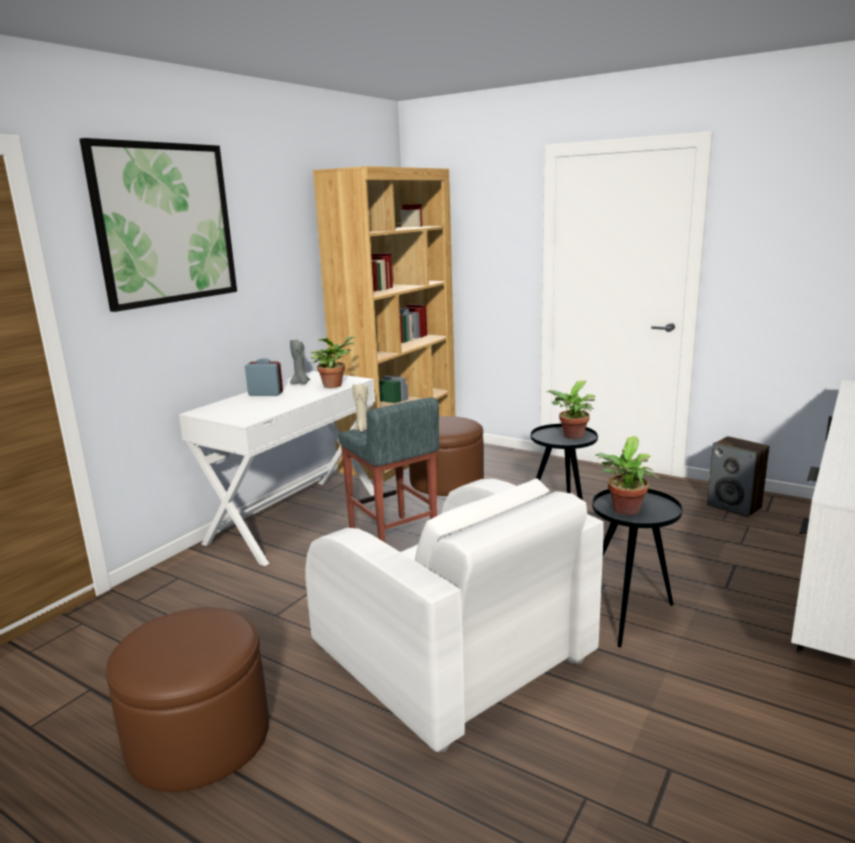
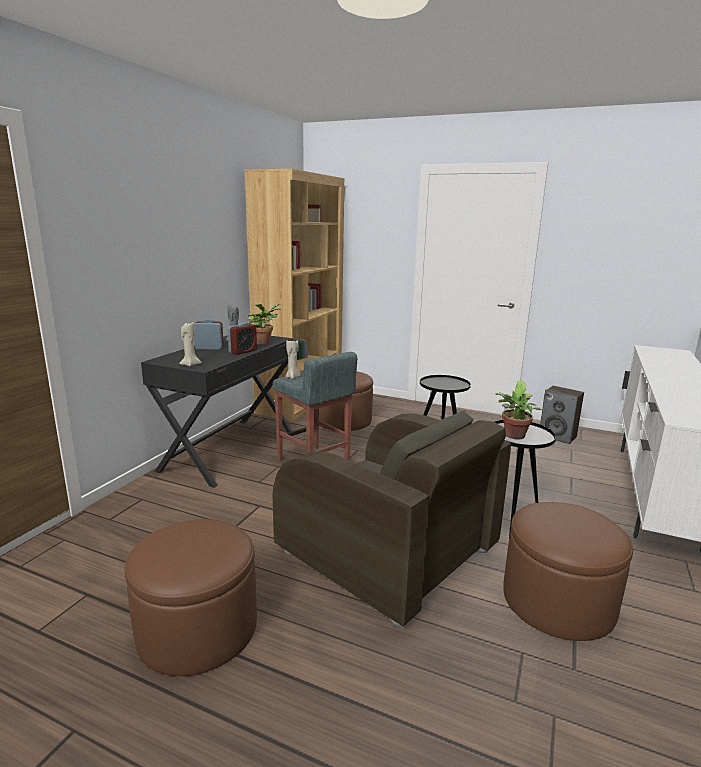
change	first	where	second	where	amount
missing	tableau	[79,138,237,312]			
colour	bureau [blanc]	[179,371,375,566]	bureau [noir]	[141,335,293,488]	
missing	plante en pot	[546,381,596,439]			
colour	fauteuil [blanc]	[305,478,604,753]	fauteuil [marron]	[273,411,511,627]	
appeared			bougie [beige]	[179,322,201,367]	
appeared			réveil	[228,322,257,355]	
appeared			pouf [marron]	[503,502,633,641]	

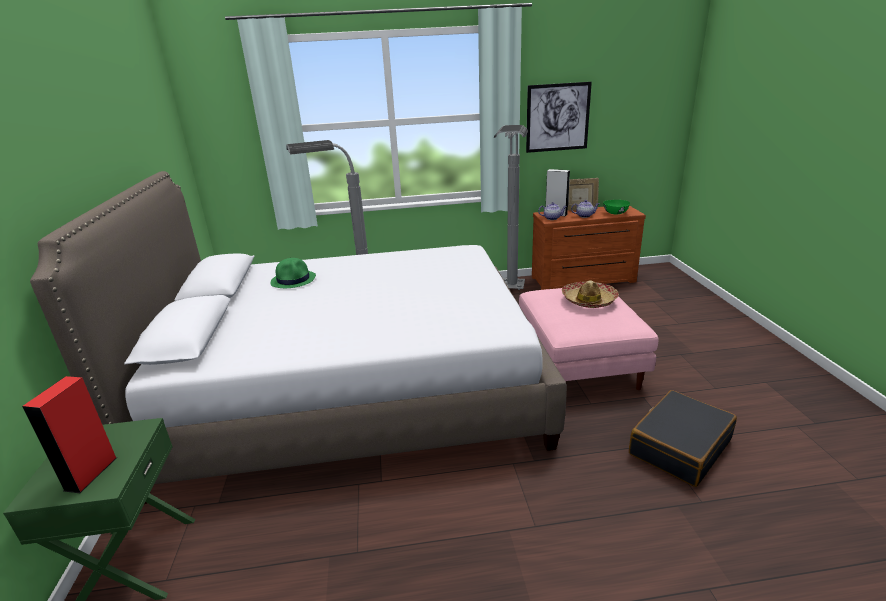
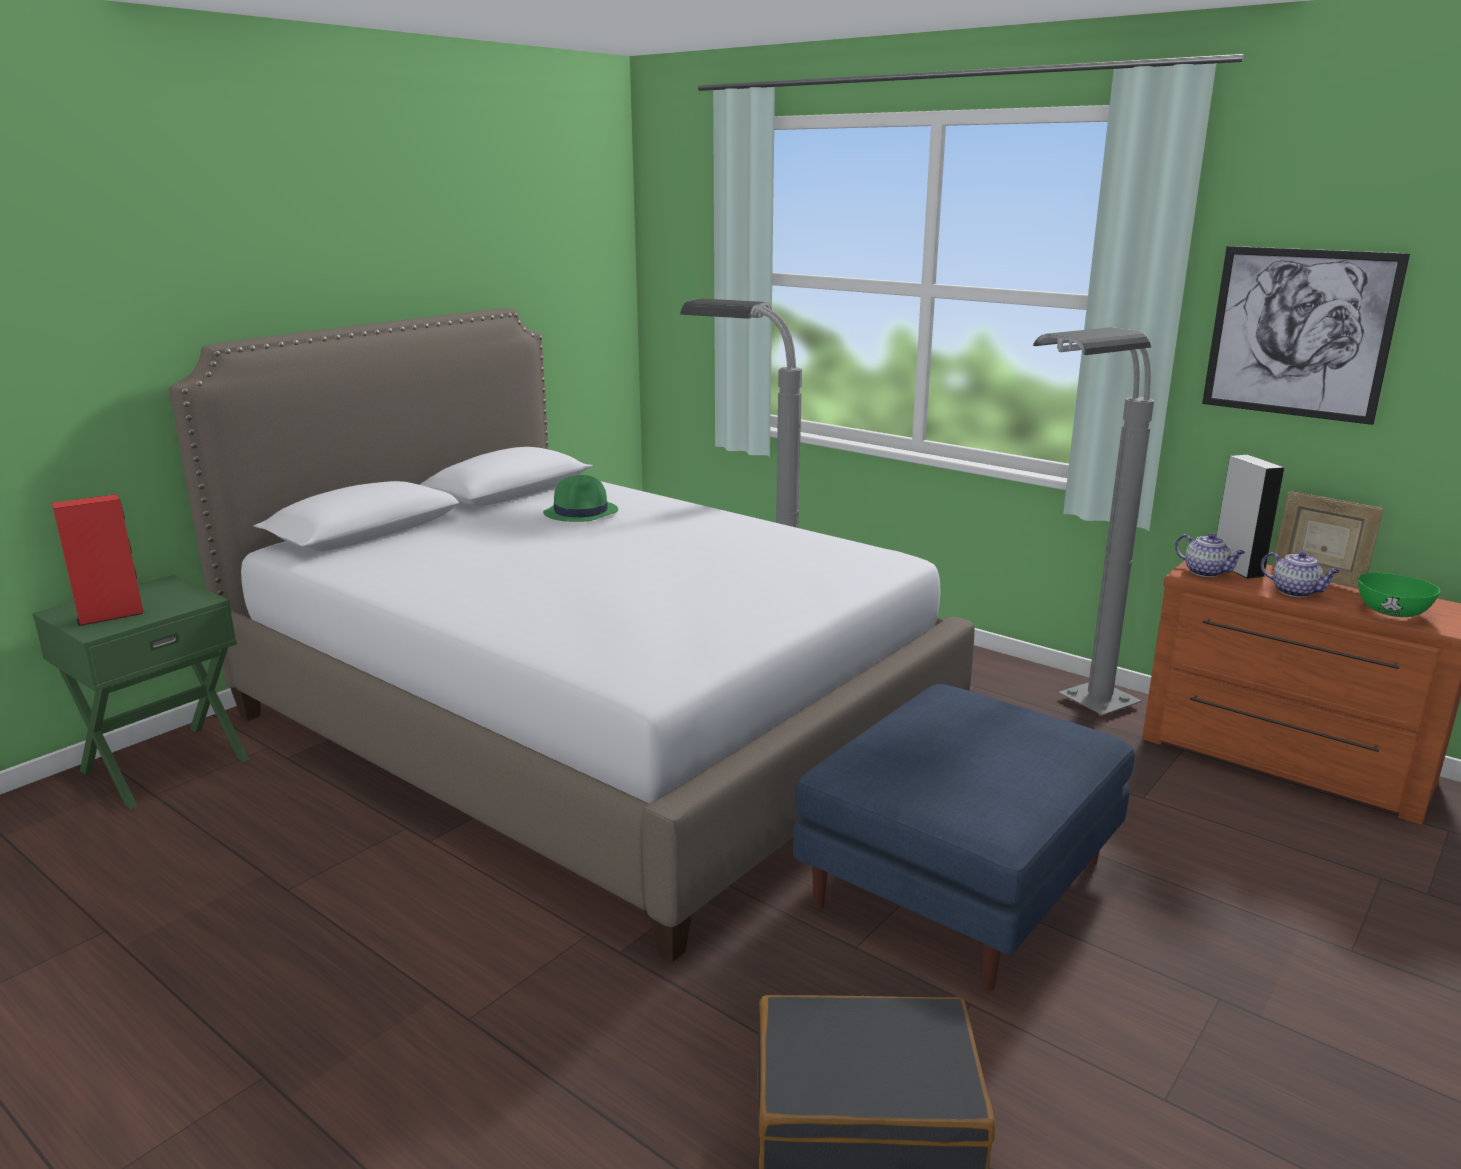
change	first	where	second	where	amount
missing	chapeau	[562,280,619,308]			
colour	pouf [rose]	[519,288,659,390]	pouf [bleu]	[793,684,1135,991]	

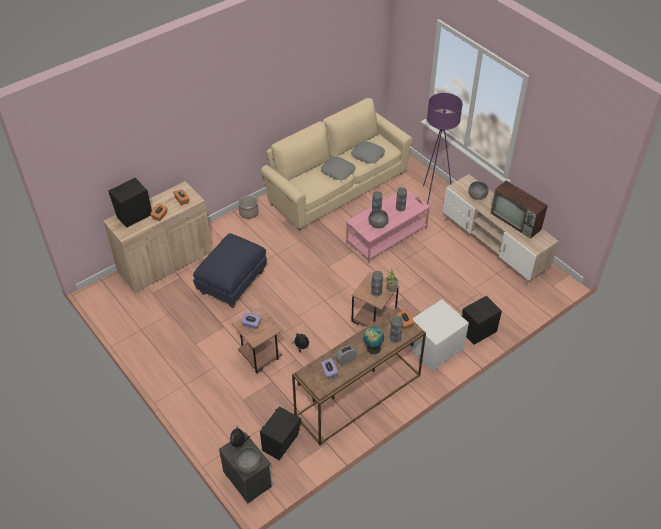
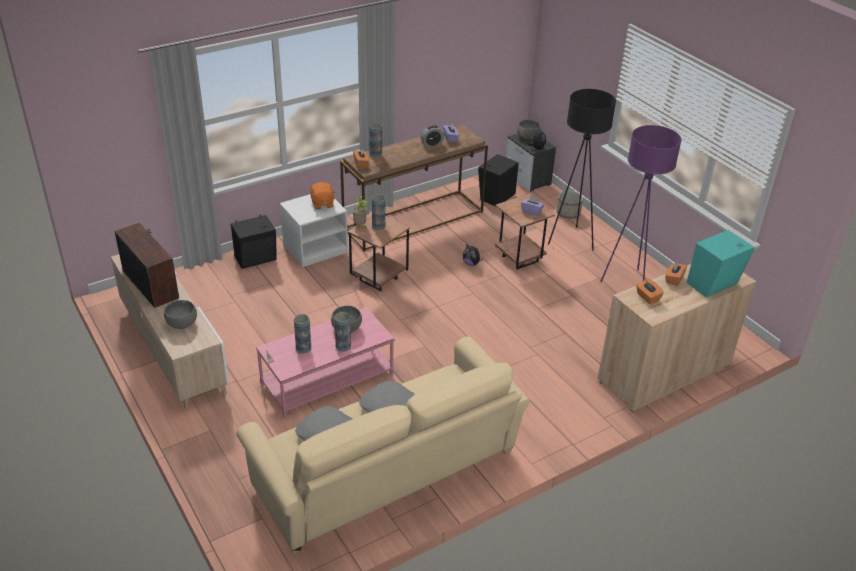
change	first	where	second	where	amount
relocated	lampadaire [violet]	[423,93,463,204]		[600,125,682,282]	
colour	enceinte [noir]	[109,178,152,228]	enceinte [turquoise]	[687,230,755,297]	
relocated	cache-pot	[238,195,259,219]		[557,191,583,219]	
missing	pouf [bleu]	[193,233,267,308]			
missing	globe	[363,327,384,354]			
appeared			lampadaire [noir]	[548,89,616,251]	
appeared			peluche [orange]	[310,182,335,209]	

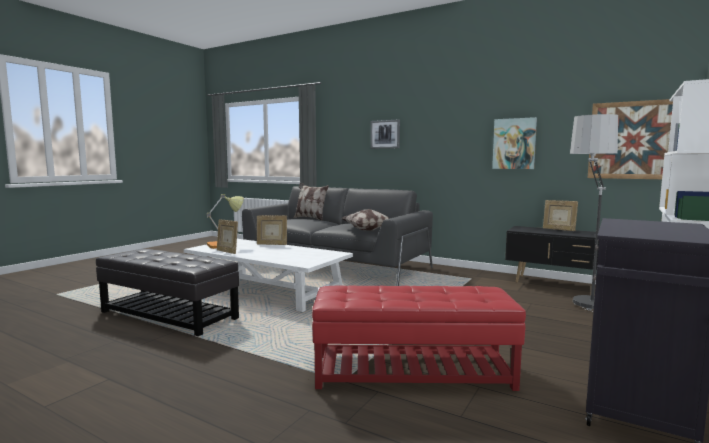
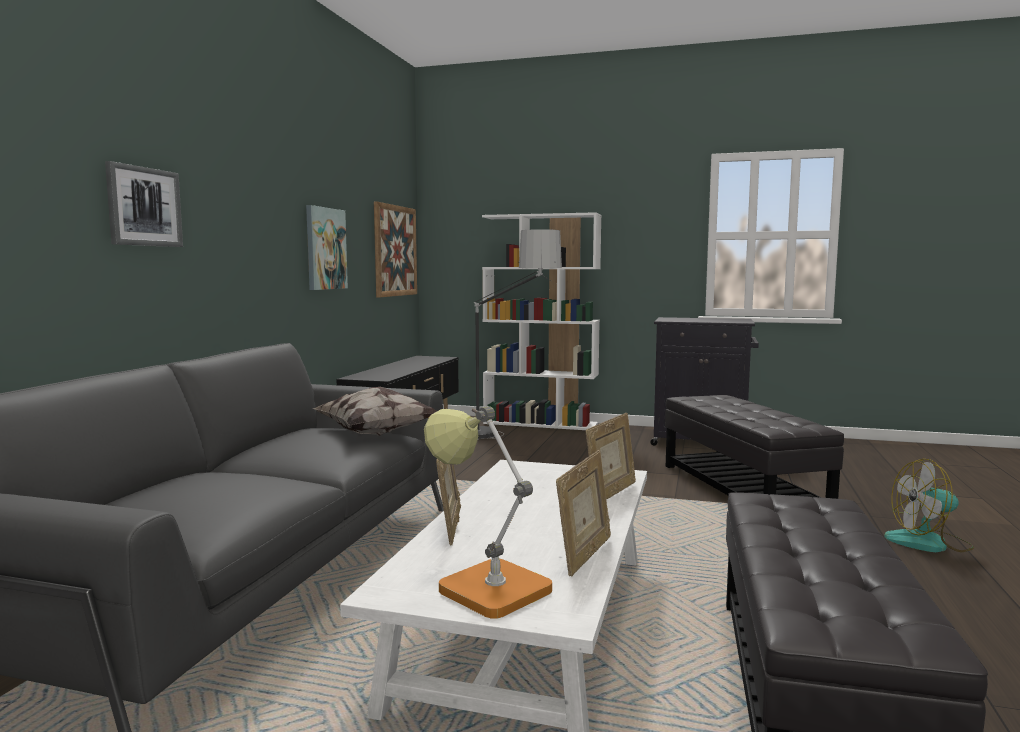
change	first	where	second	where	amount
missing	coussin	[294,183,329,220]			
relocated	cadre photo	[543,200,578,231]		[586,413,636,499]	
colour	pouf [rouge]	[312,285,526,391]	pouf [noir]	[665,395,844,499]	
appeared			ventilateur	[884,459,974,552]	

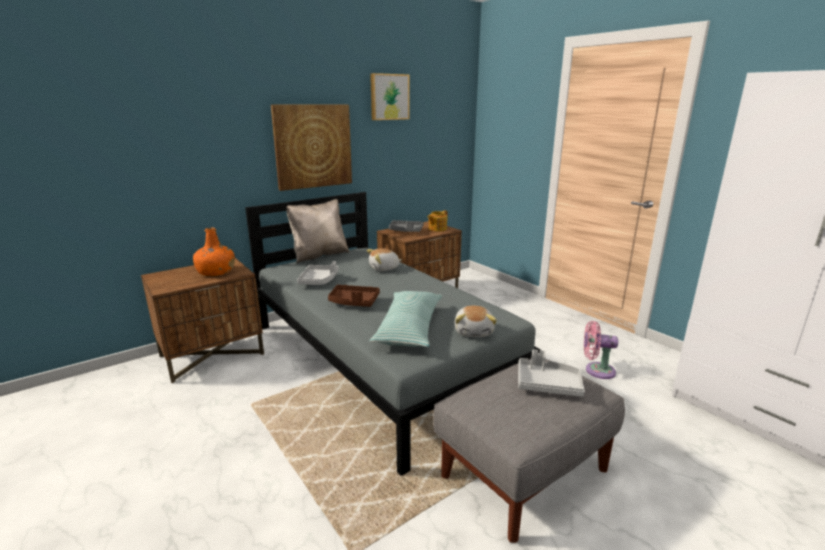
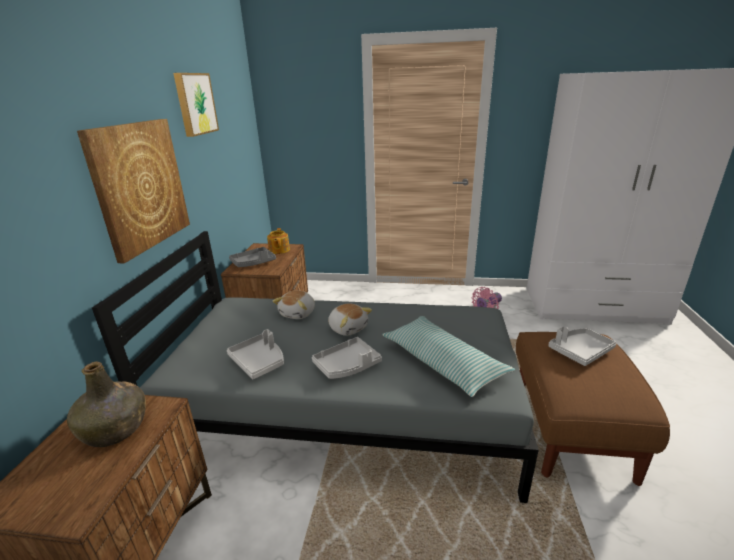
change	first	where	second	where	amount
missing	coussin [beige]	[286,199,350,263]			
colour	bouteille [orange]	[193,228,235,276]	bouteille [vert]	[67,362,146,447]	
colour	plateau [marron]	[328,285,380,307]	plateau [gris]	[312,337,382,379]	
relocated	peluche	[454,306,497,337]		[328,303,372,336]	
colour	pouf [gris]	[433,358,625,543]	pouf [marron]	[516,332,670,486]	

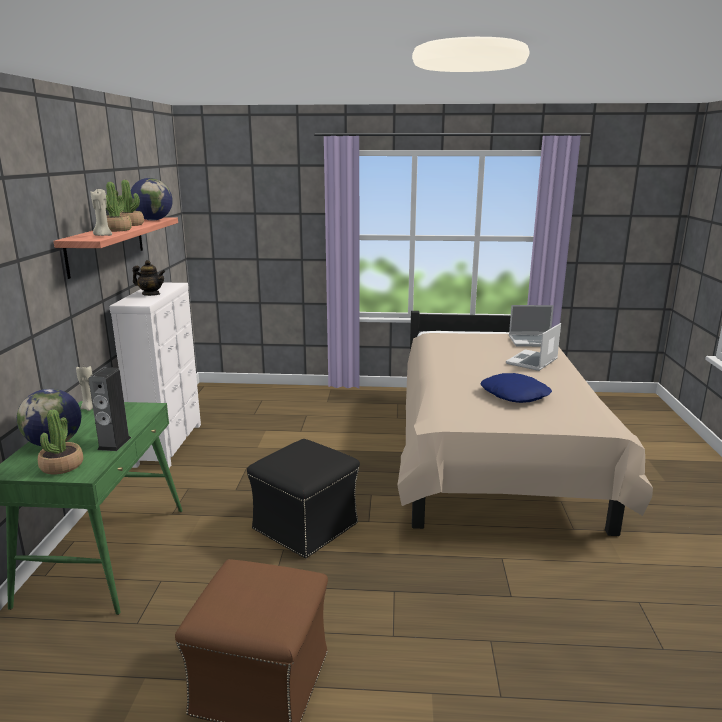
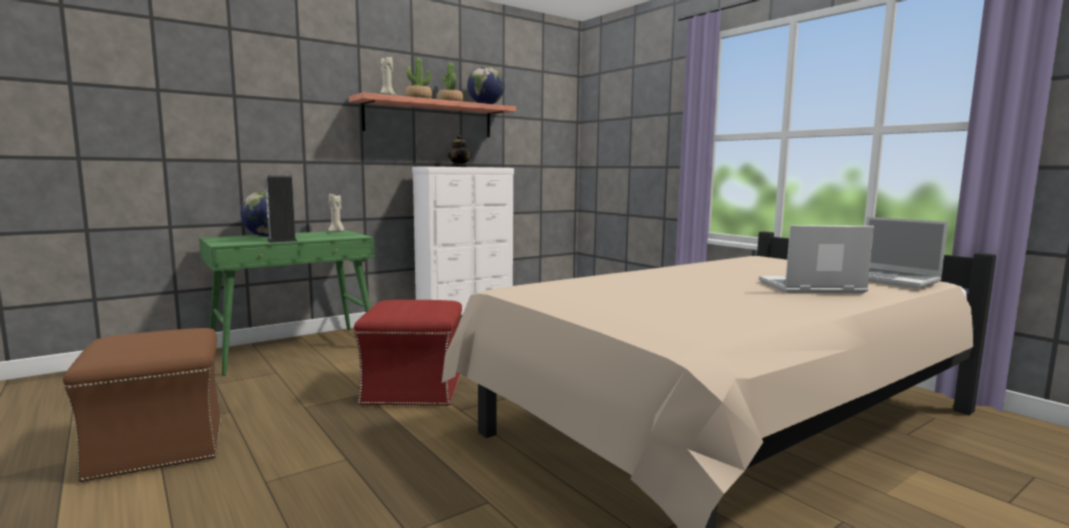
change	first	where	second	where	amount
missing	coussin [bleu]	[481,373,552,403]			
missing	plante en pot	[38,409,84,474]			
colour	pouf [noir]	[247,439,360,558]	pouf [rouge]	[354,300,462,406]	

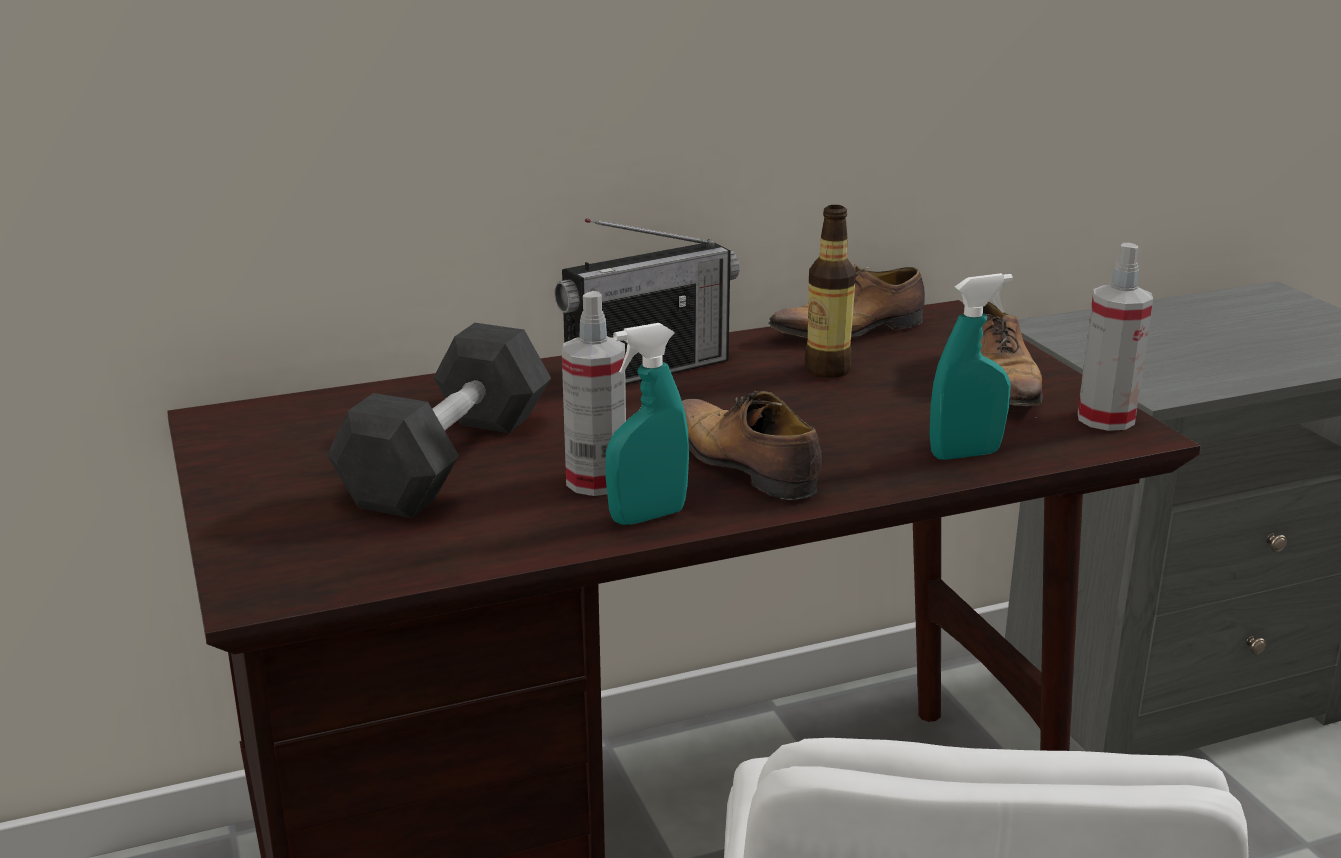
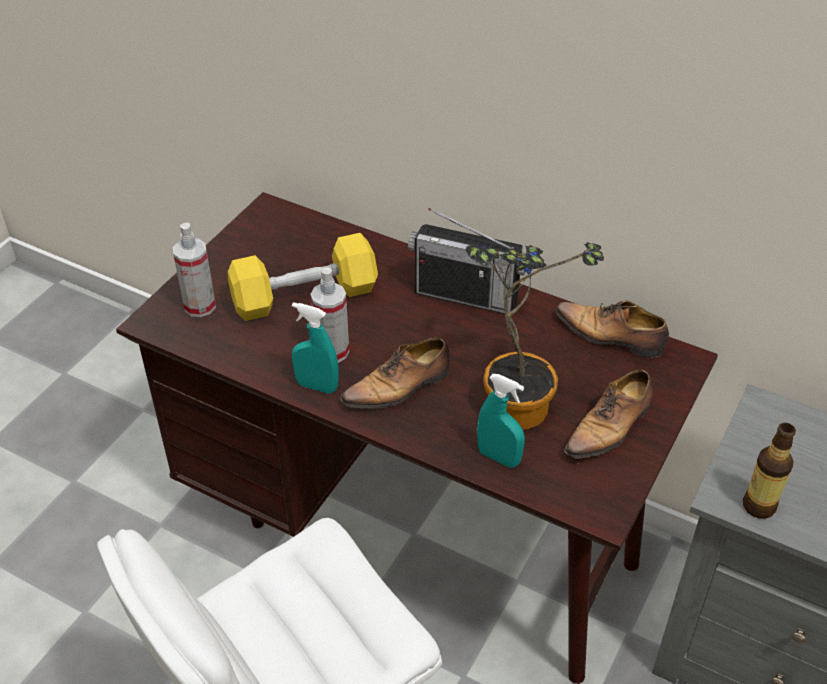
change	first	where	second	where	amount
relocated	bouteille	[804,205,856,378]		[743,423,796,519]	
relocated	vaporisateur	[1078,243,1153,431]		[173,223,216,317]	
colour	haltère [noir]	[327,323,551,518]	haltère [jaune]	[228,233,378,321]	
spun	chaussure	[682,391,822,500]		[340,338,450,409]	135 degrees counterclockwise
appeared			plante en pot	[465,242,604,430]	

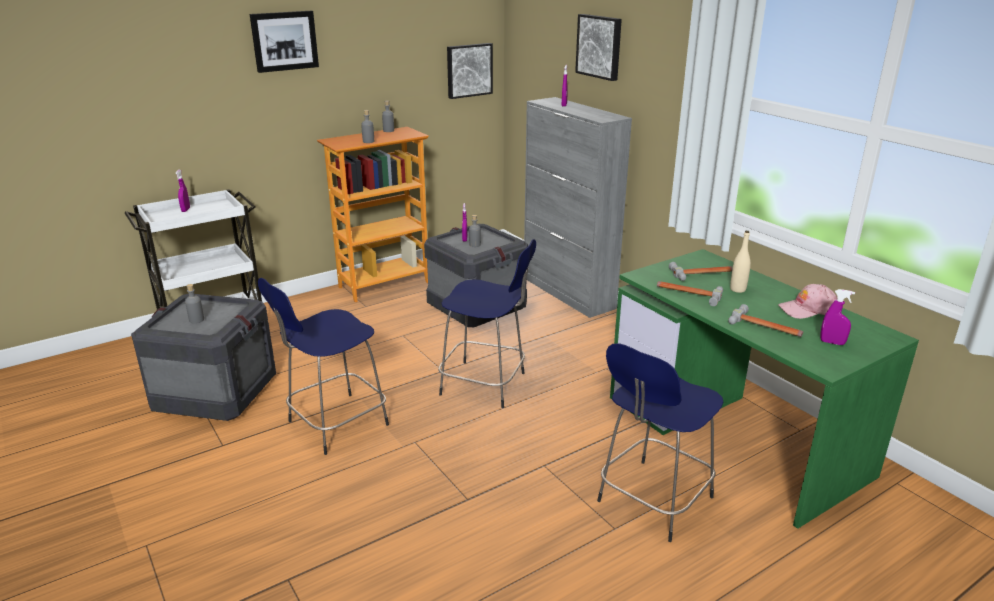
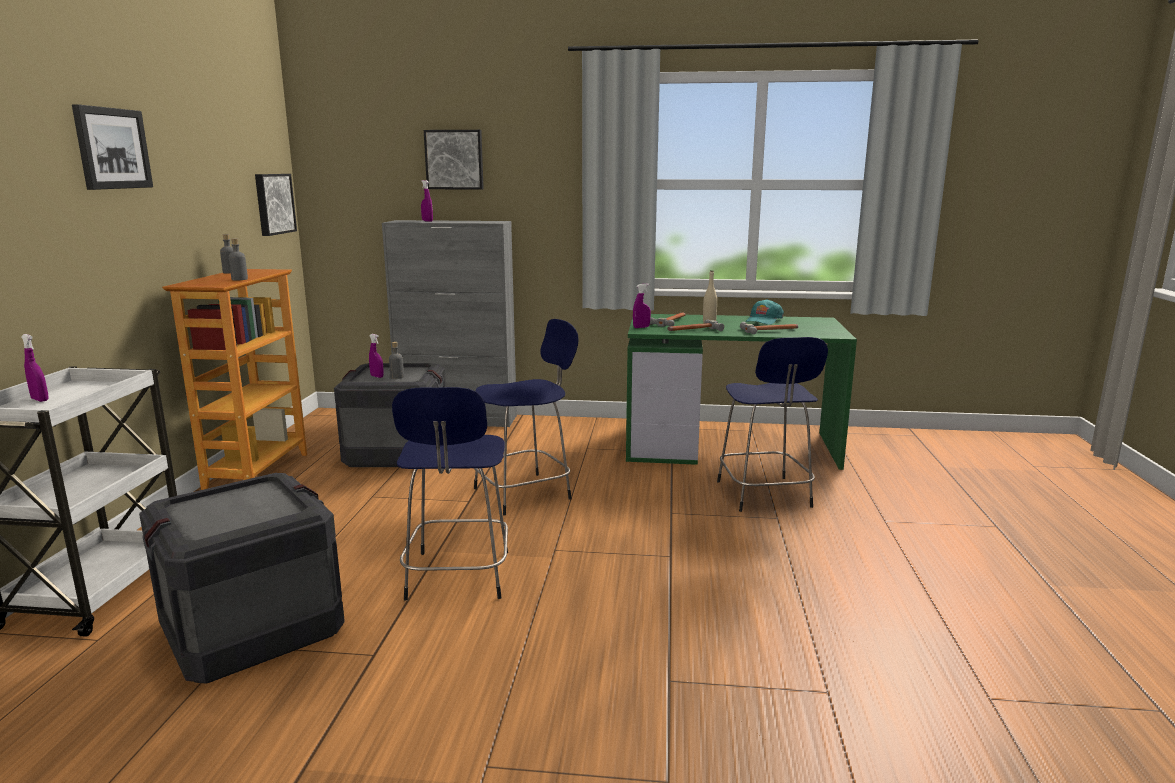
change	first	where	second	where	amount
missing	bouteille [gris]	[185,284,204,323]			
colour	casquette [rose]	[778,284,837,319]	casquette [turquoise]	[746,299,784,325]	
relocated	vaporisateur [violet]	[820,289,855,345]		[633,283,651,328]	

